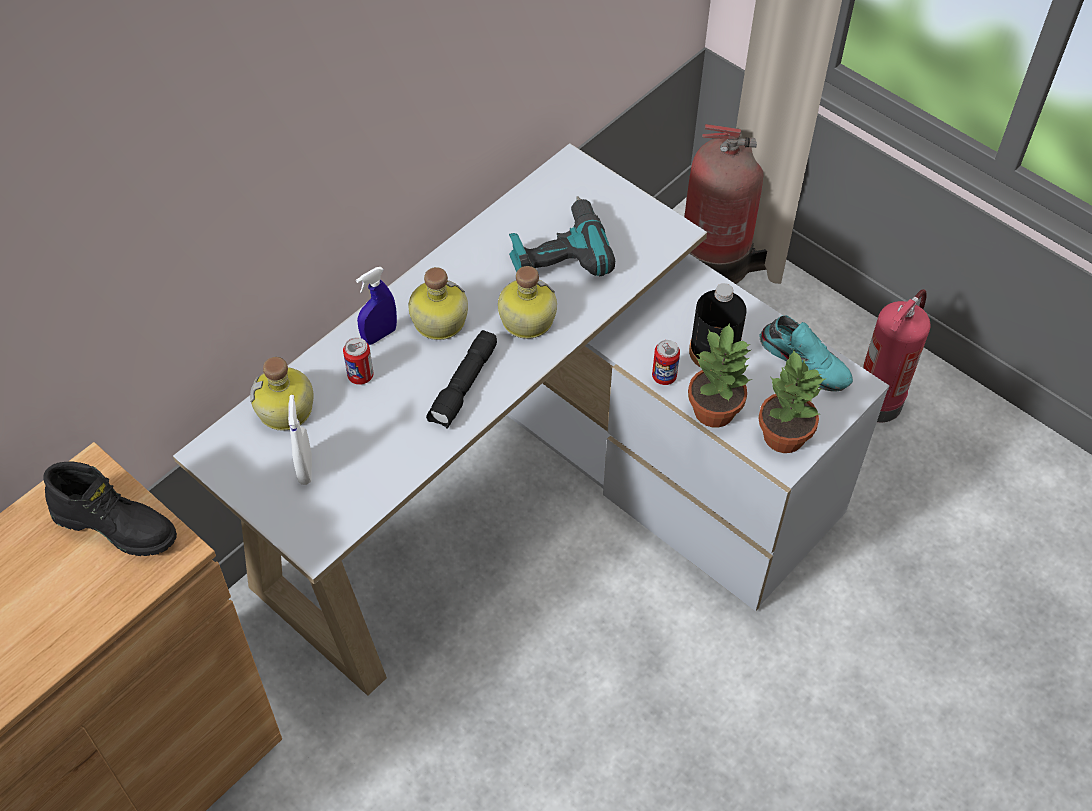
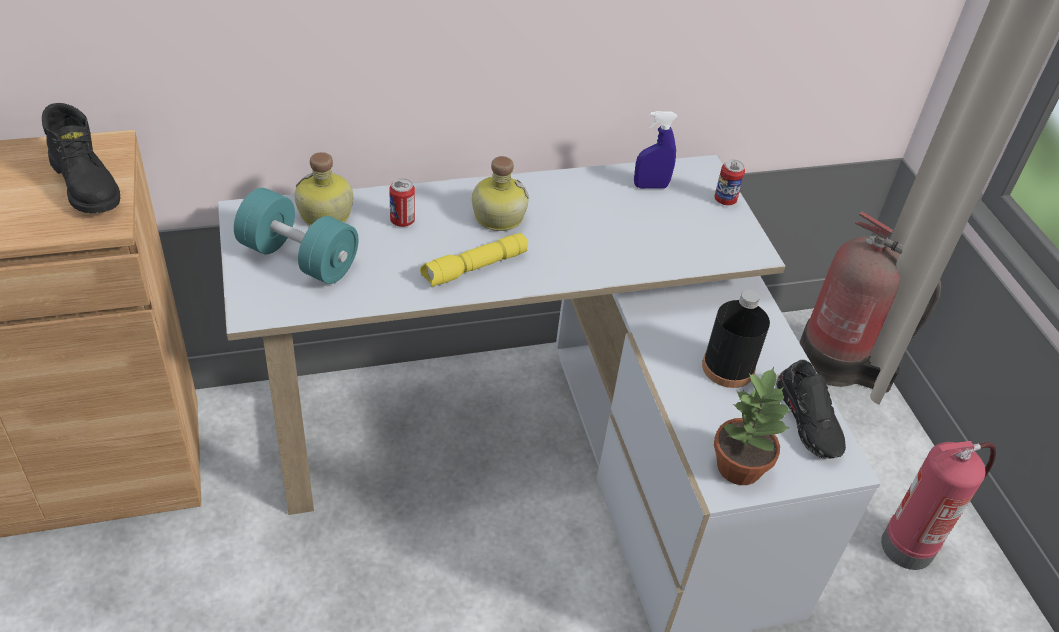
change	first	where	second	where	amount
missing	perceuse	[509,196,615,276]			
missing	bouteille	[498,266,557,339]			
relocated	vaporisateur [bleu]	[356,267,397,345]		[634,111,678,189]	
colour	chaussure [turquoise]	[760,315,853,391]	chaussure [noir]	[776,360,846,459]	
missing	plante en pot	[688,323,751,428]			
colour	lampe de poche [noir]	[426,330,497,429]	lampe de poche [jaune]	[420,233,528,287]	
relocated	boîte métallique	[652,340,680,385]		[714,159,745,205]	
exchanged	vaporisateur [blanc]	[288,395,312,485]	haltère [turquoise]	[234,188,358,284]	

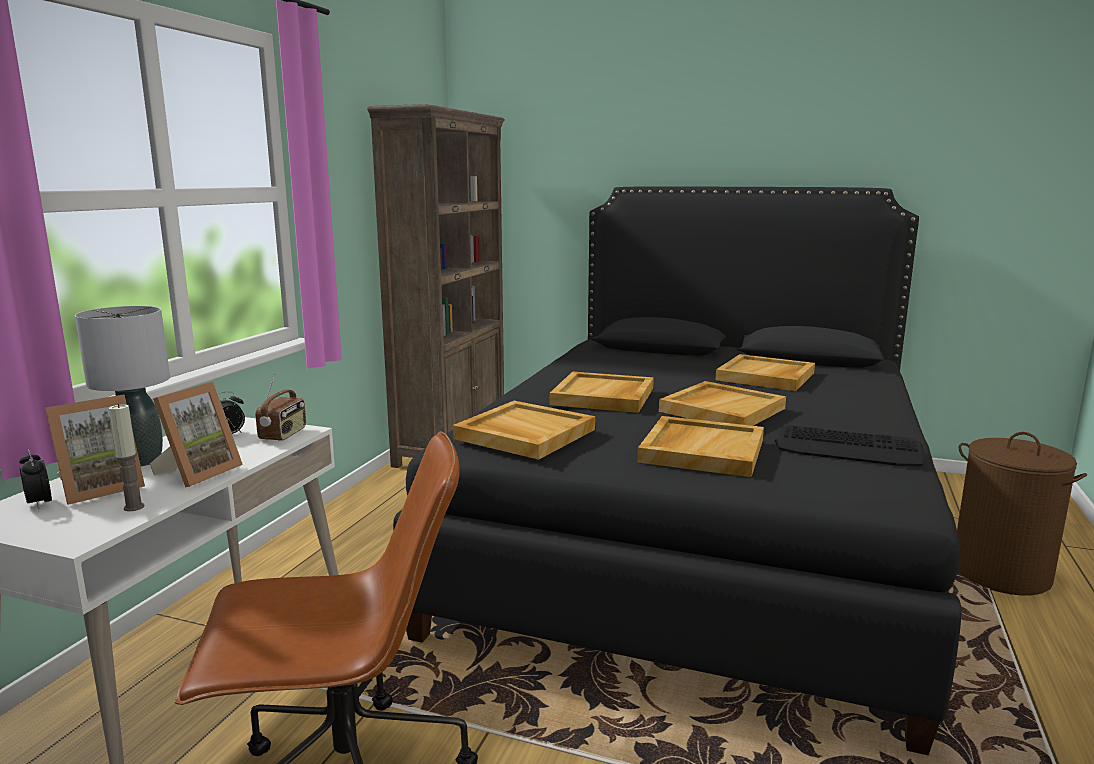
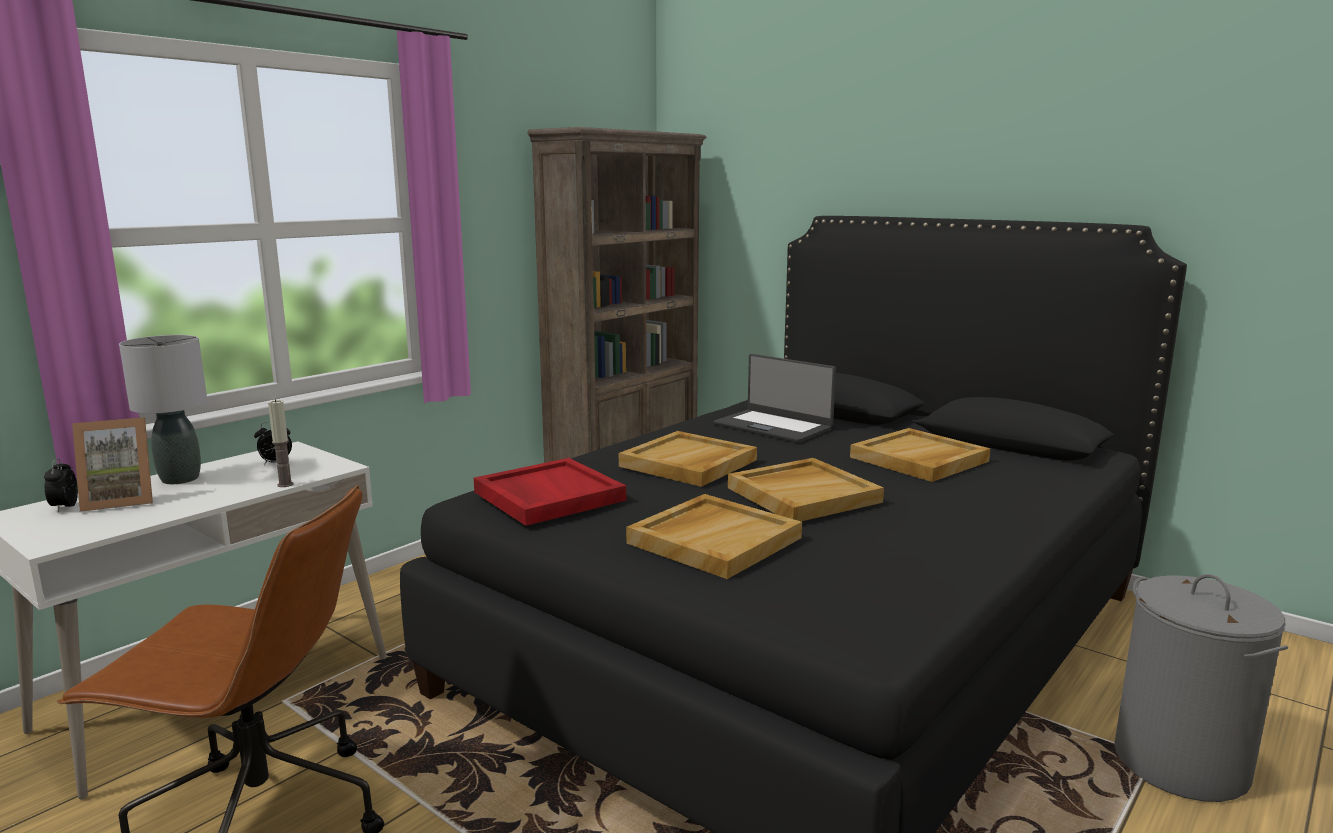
change	first	where	second	where	amount
missing	radio	[255,374,306,441]			
missing	cadre photo	[150,382,243,488]			
colour	plateau [beige]	[453,401,595,460]	plateau [rouge]	[474,458,626,526]	
relocated	bougie	[109,404,144,511]		[268,399,294,487]	
missing	clavier	[775,425,927,467]			
colour	panier à linge [marron]	[957,432,1087,596]	panier à linge [gris]	[1114,574,1288,802]	
appeared			ordinateur portable	[714,354,836,443]	

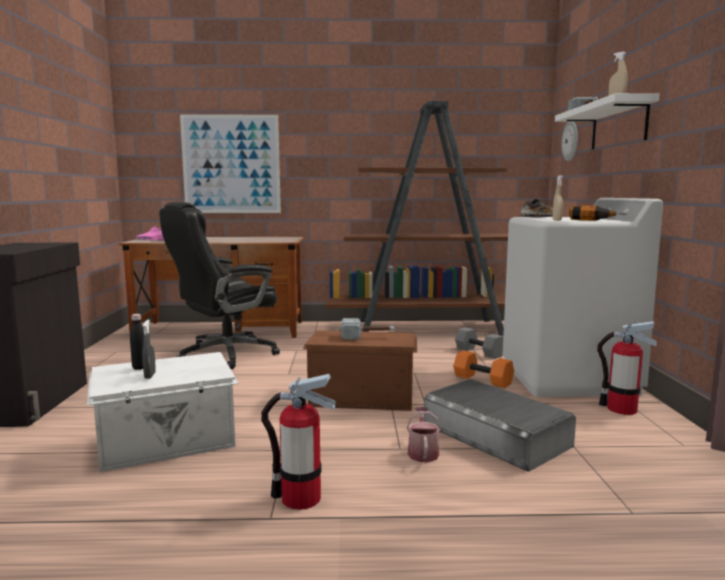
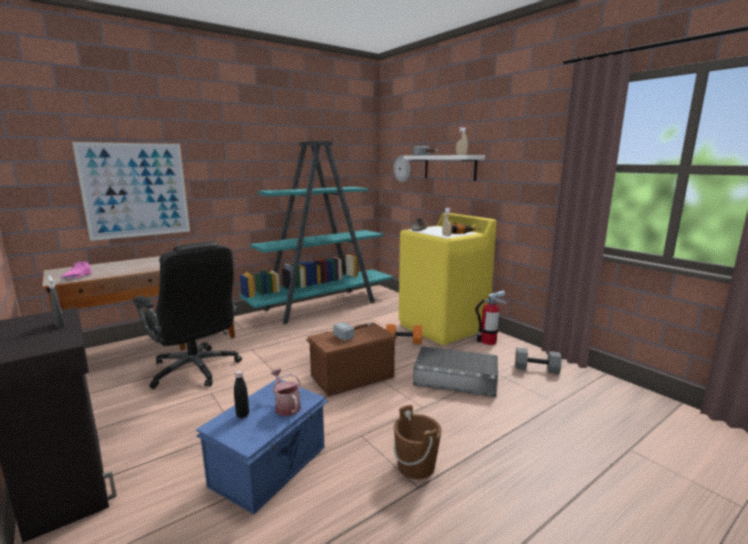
change	first	where	second	where	amount
colour	bibliothèque [marron]	[326,101,508,336]	bibliothèque [turquoise]	[239,141,393,324]	
colour	lave-linge [blanc]	[503,198,663,397]	lave-linge [jaune]	[399,213,496,345]	
spun	chaise de bureau [noir]	[159,202,280,369]		[133,241,242,389]	60 degrees counterclockwise
relocated	vaporisateur [gris]	[142,319,156,379]		[48,275,64,327]	
relocated	haltère [gris]	[455,327,503,359]		[515,348,562,374]	
colour	boîte de rangement [blanc]	[87,352,239,472]	boîte de rangement [bleu]	[196,380,328,514]	
exchanged	extincteur	[261,374,335,510]	seau [marron]	[394,405,442,479]	
relocated	arrosoir	[407,407,442,462]		[271,369,301,416]	

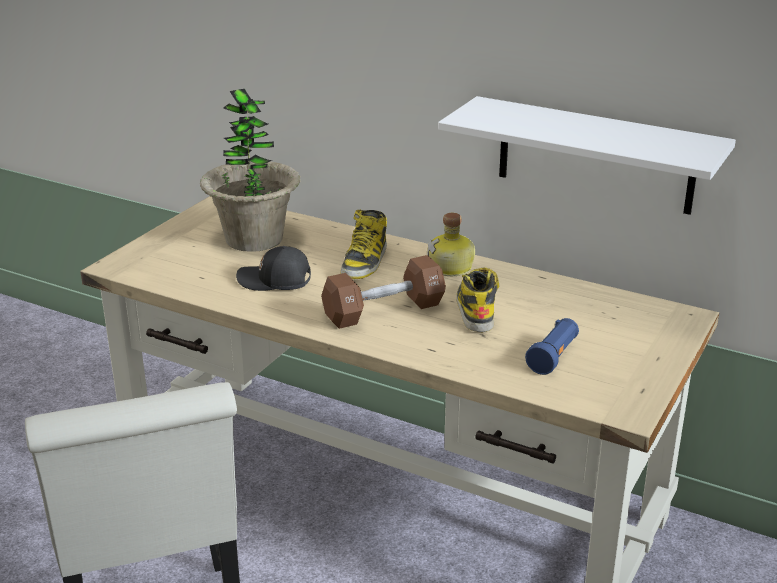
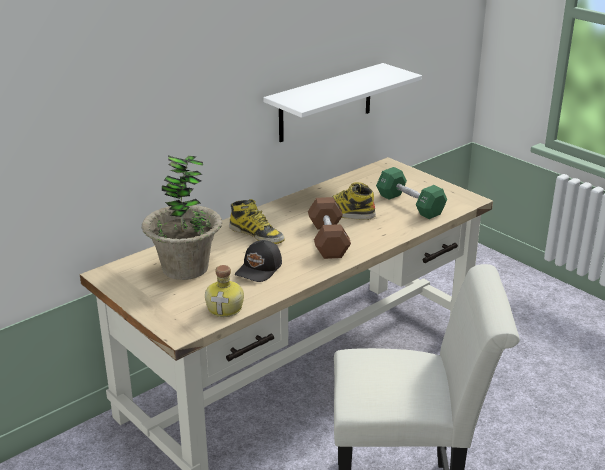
change	first	where	second	where	amount
relocated	bouteille	[427,213,475,276]		[205,265,244,317]	
exchanged	lampe de poche [bleu]	[525,318,579,375]	haltère [vert]	[376,167,447,219]	

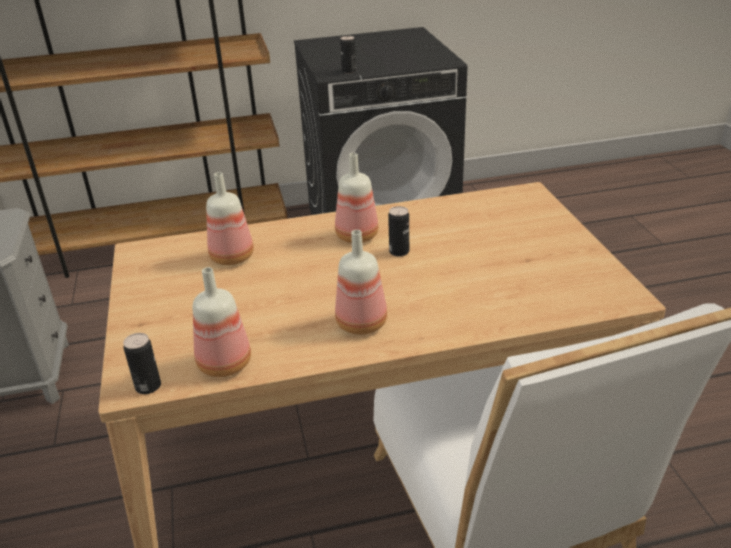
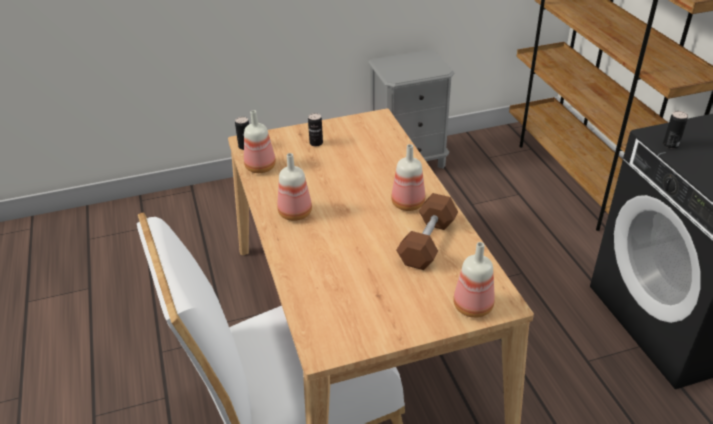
change	first	where	second	where	amount
relocated	bouteille	[206,172,254,265]		[453,242,495,318]	
relocated	boîte métallique	[388,206,409,257]		[308,113,323,146]	
appeared			haltère [marron]	[396,193,458,270]	

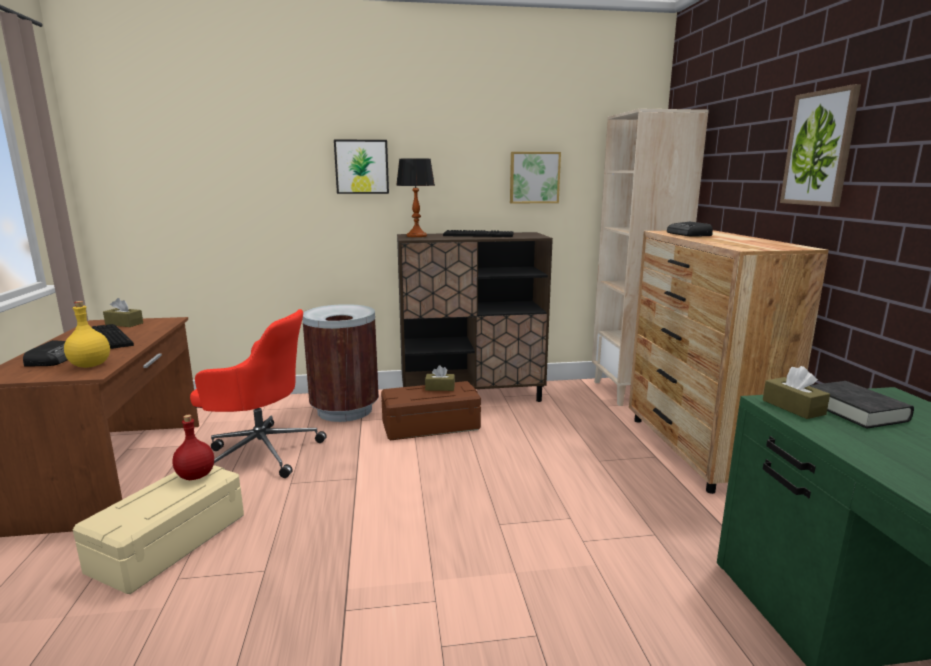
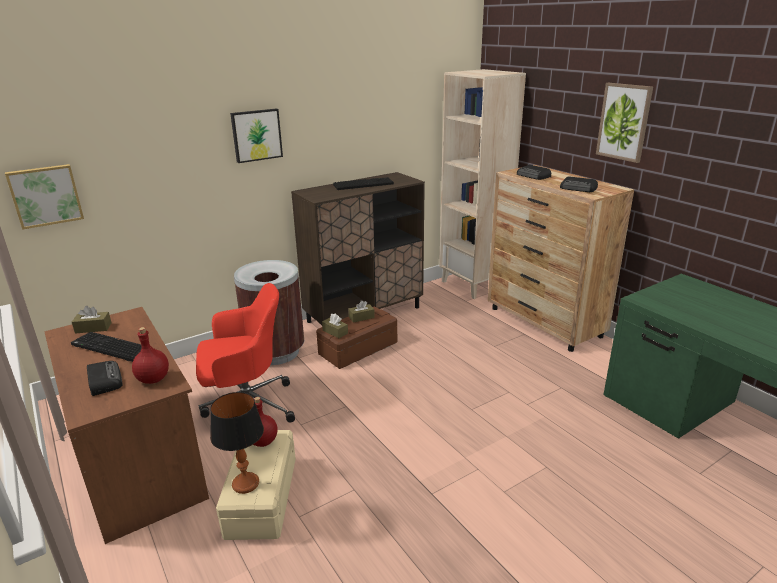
change	first	where	second	where	amount
relocated	tableau	[510,152,561,204]		[5,164,84,230]	
relocated	lampe de table	[396,158,435,237]		[210,392,264,494]	
colour	bouteille [jaune]	[64,301,110,368]	bouteille [rouge]	[132,327,169,384]	
relocated	boîte à mouchoirs [marron]	[763,366,830,419]		[322,313,348,338]	
missing	livre [noir]	[809,381,914,429]			
appeared			radio	[560,177,598,192]	

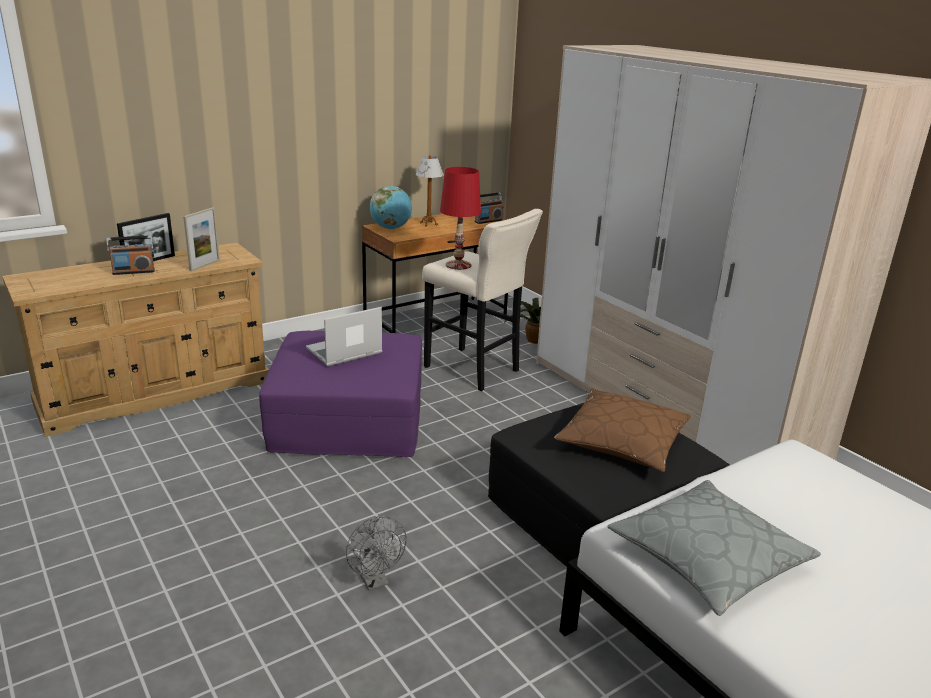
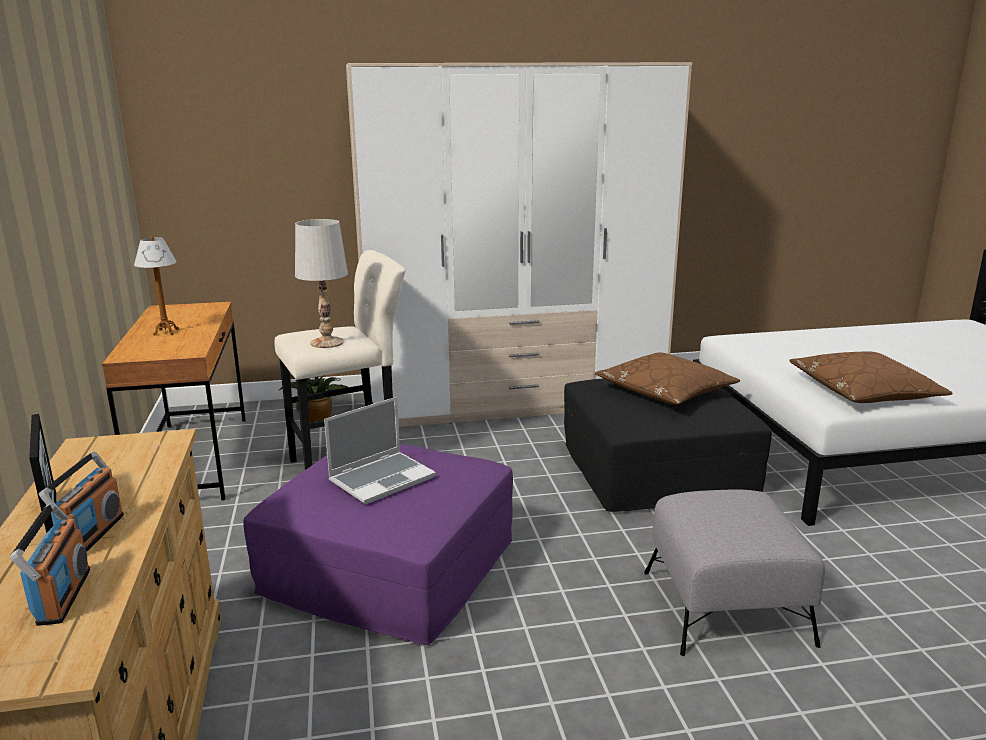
change	first	where	second	where	amount
colour	lampe de table [rouge]	[440,167,481,270]	lampe de table [blanc]	[295,219,348,348]	
missing	globe	[370,186,412,229]			
relocated	radio	[475,193,503,224]		[10,502,90,626]	
missing	cadre photo	[183,207,220,271]			
spun	ordinateur portable	[306,307,382,366]		[324,397,436,504]	120 degrees counterclockwise
colour	coussin [gris]	[607,480,821,616]	coussin [marron]	[789,351,953,403]	
exchanged	ventilateur [gris]	[346,516,407,591]	pouf [gris]	[644,490,825,656]	

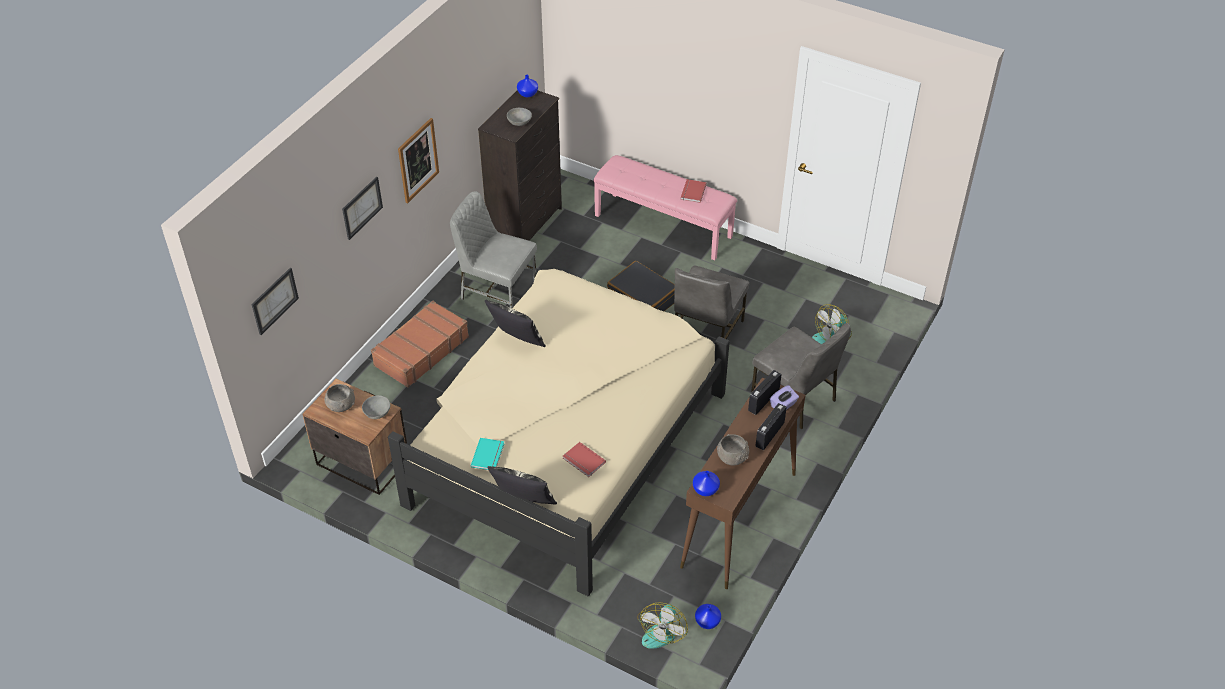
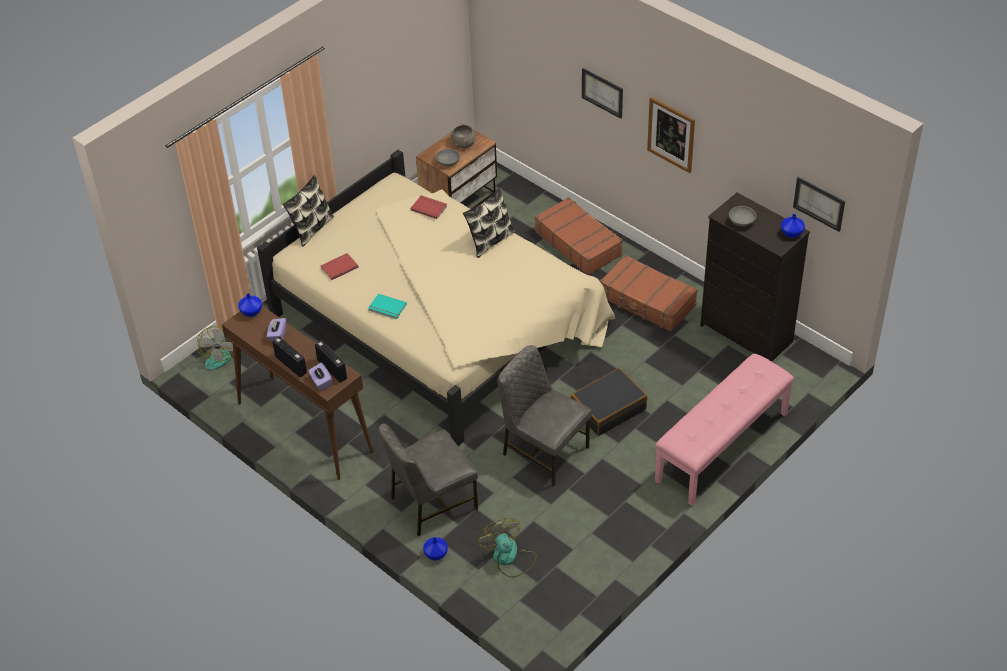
change	first	where	second	where	amount
relocated	livre [rouge]	[680,179,707,203]		[411,195,447,219]	
exchanged	chaise [gris]	[450,191,537,308]	valise [marron]	[600,255,698,332]	
relocated	tableau	[251,268,299,335]		[793,177,845,232]	
exchanged	bol [gris]	[717,434,749,466]	boîte à mouchoirs [violet]	[267,318,286,342]	
relocated	livre [turquoise]	[471,438,504,470]		[368,294,407,319]	
spun	ventilateur	[637,602,688,649]		[197,326,234,370]	120 degrees counterclockwise
relocated	vase [bleu]	[695,604,721,629]		[423,537,448,561]	

